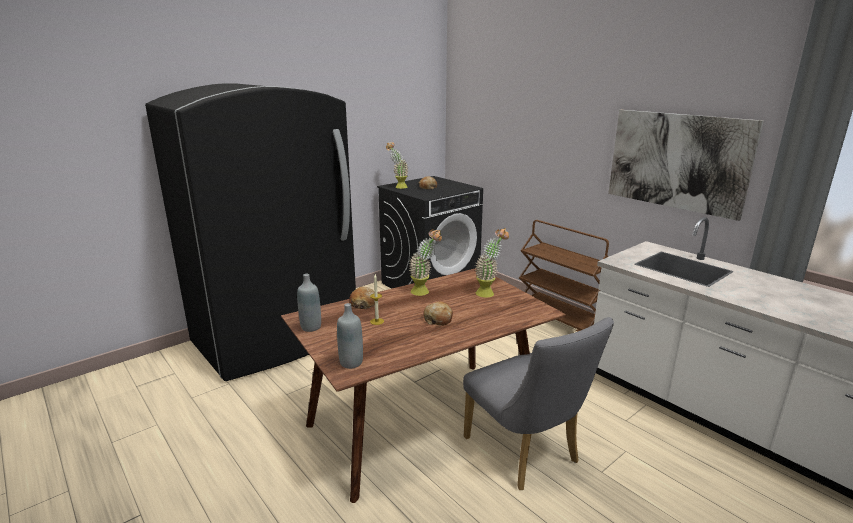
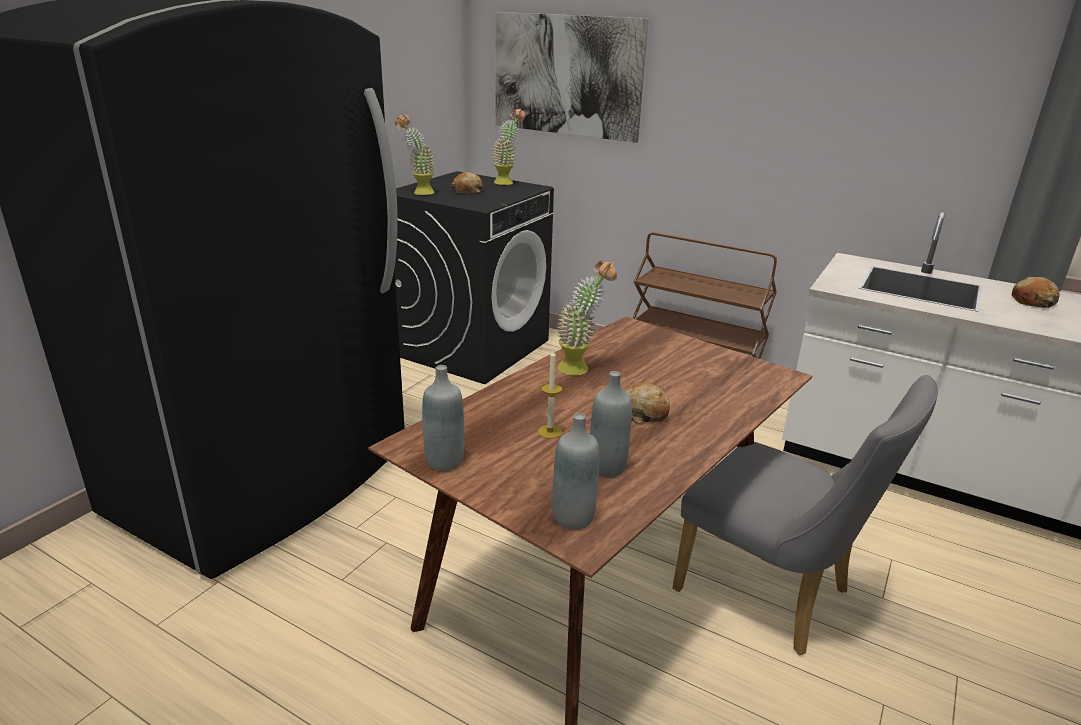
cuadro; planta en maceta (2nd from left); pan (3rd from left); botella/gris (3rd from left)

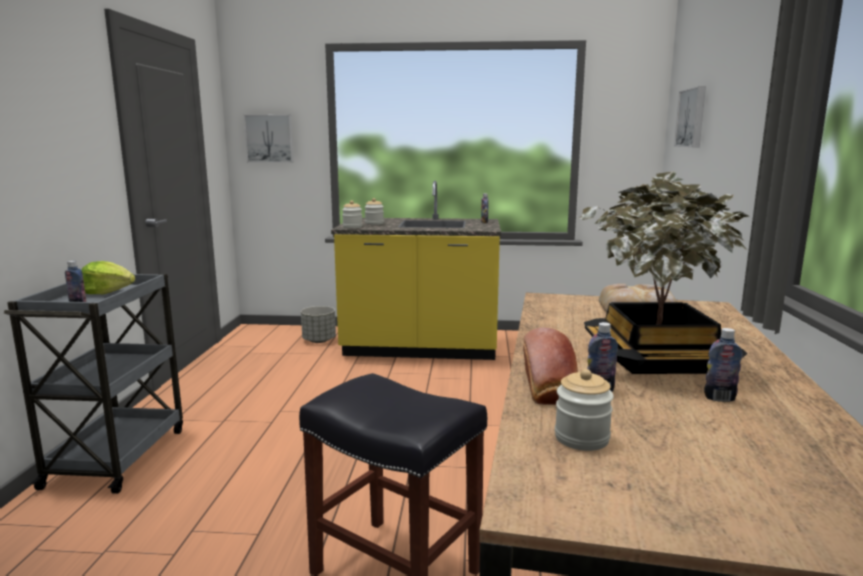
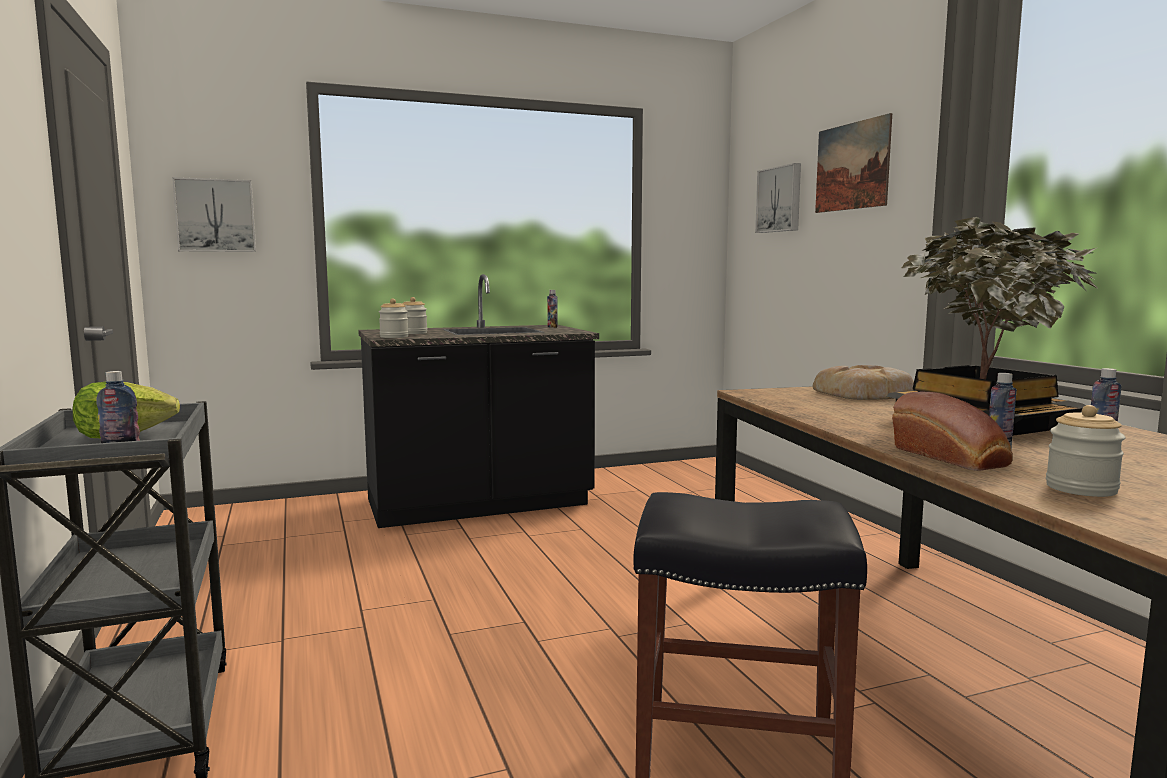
mueble bajo de cocina/negro; maceta/gris; cuadro (3rd from left)

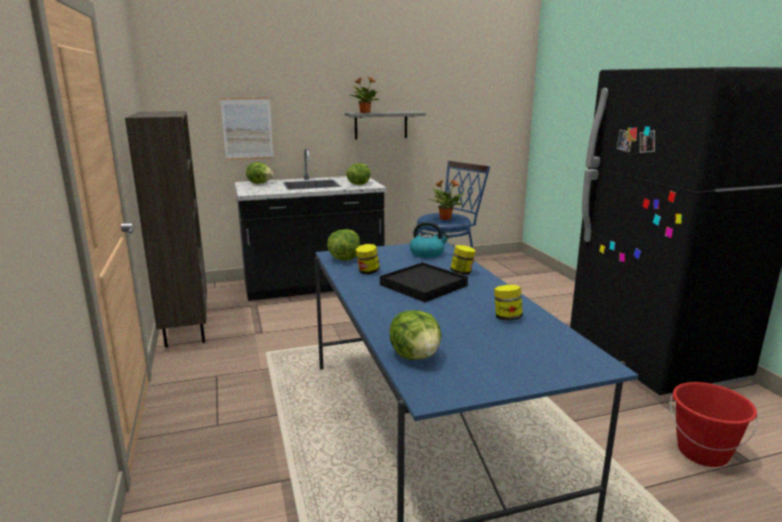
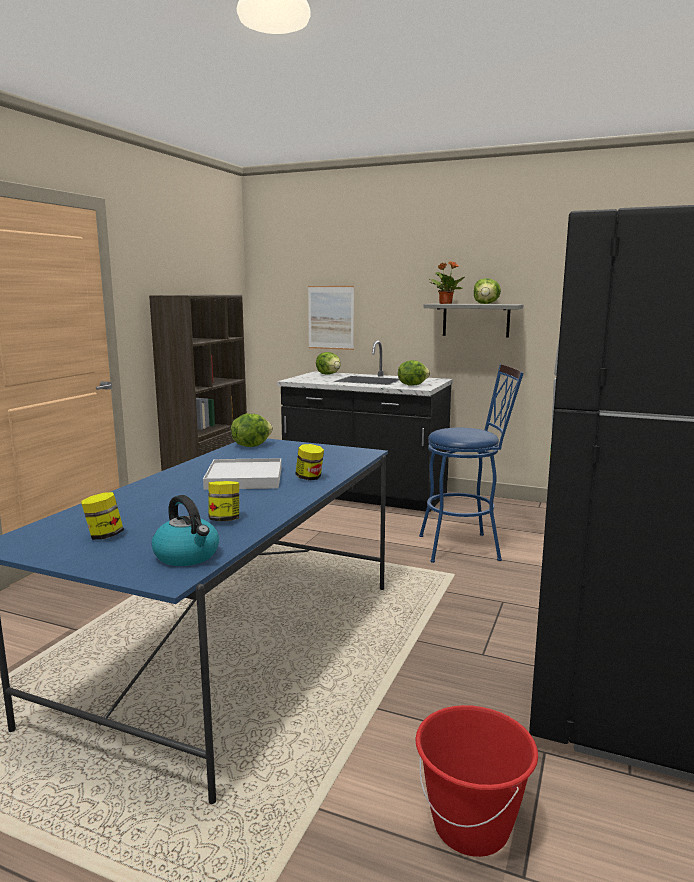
planta en maceta (2nd from left in the first image); hervidor; tarro (1st from left); bandeja/blanco; lechuga (4th from left)

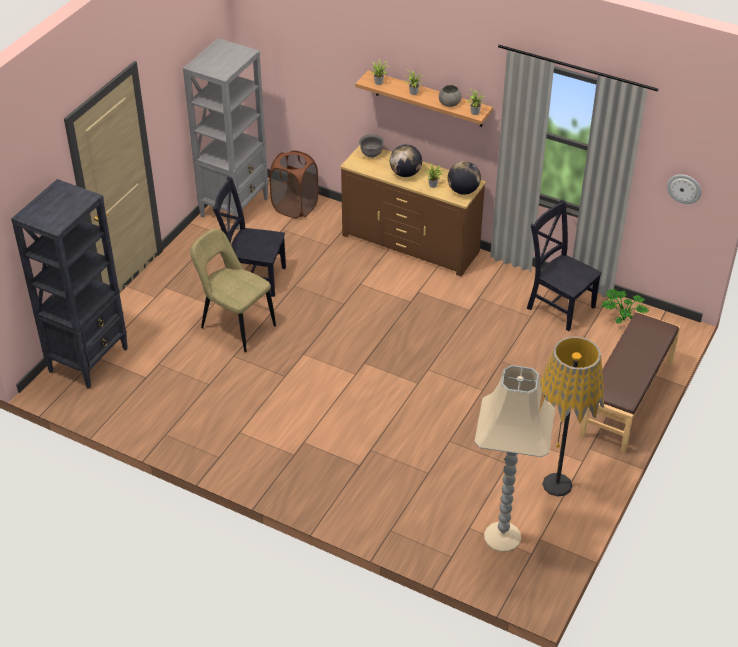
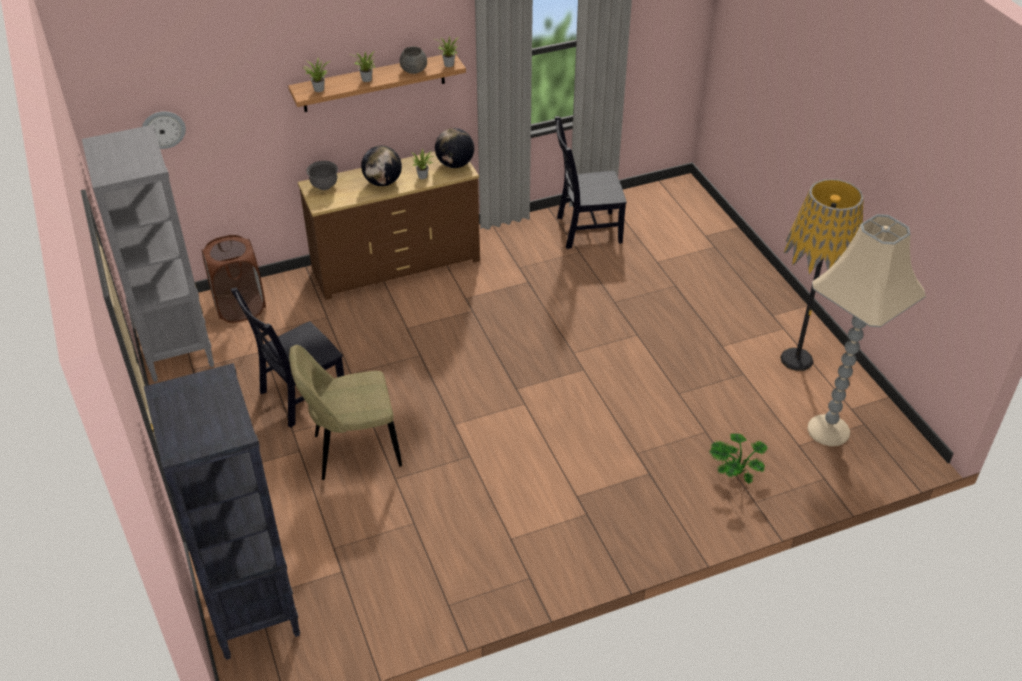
reloj de pared; planta en maceta (5th from left); banco/marrón

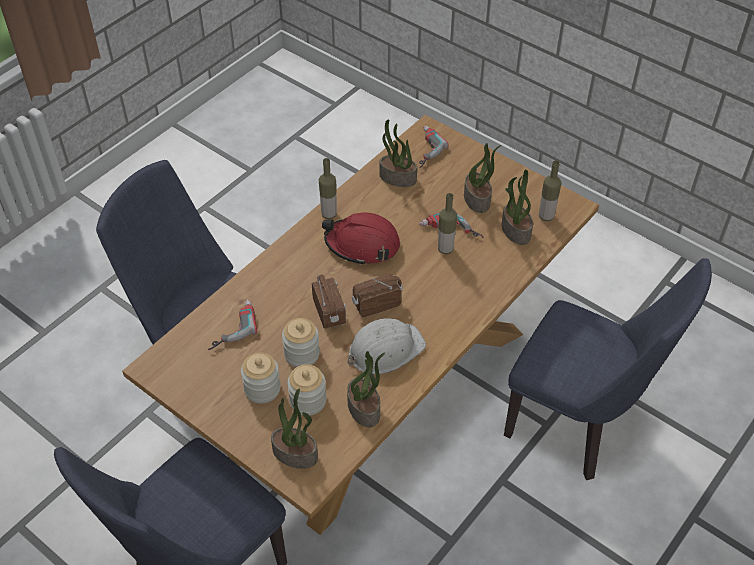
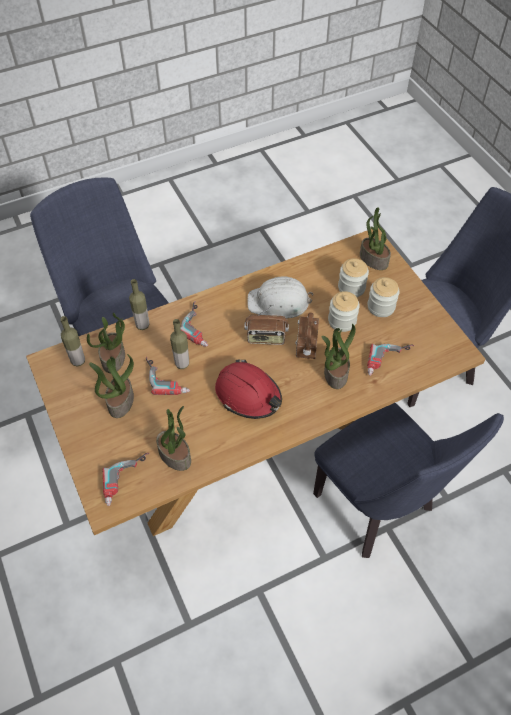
botella (2nd from left); planta en maceta (4th from left); taladro (3rd from left)

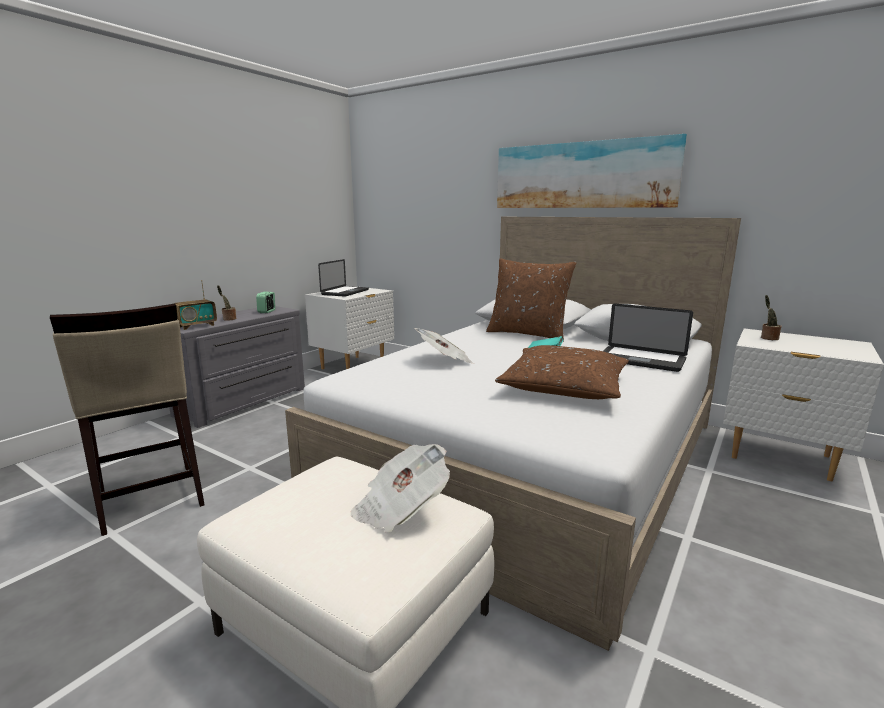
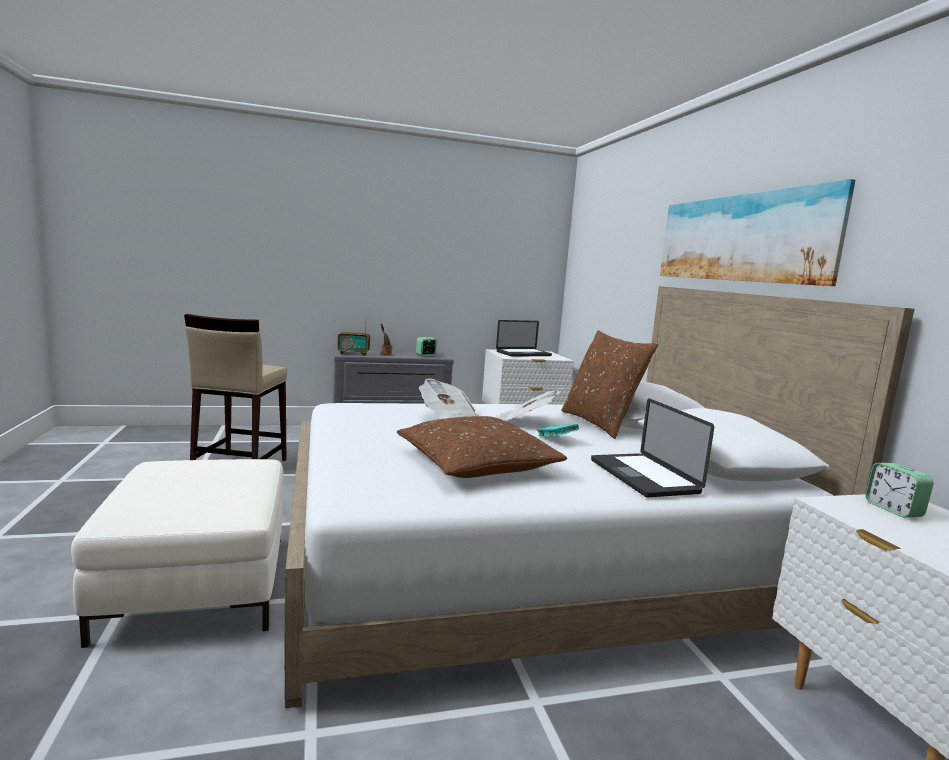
despertador (2nd from left); periódico (2nd from left)

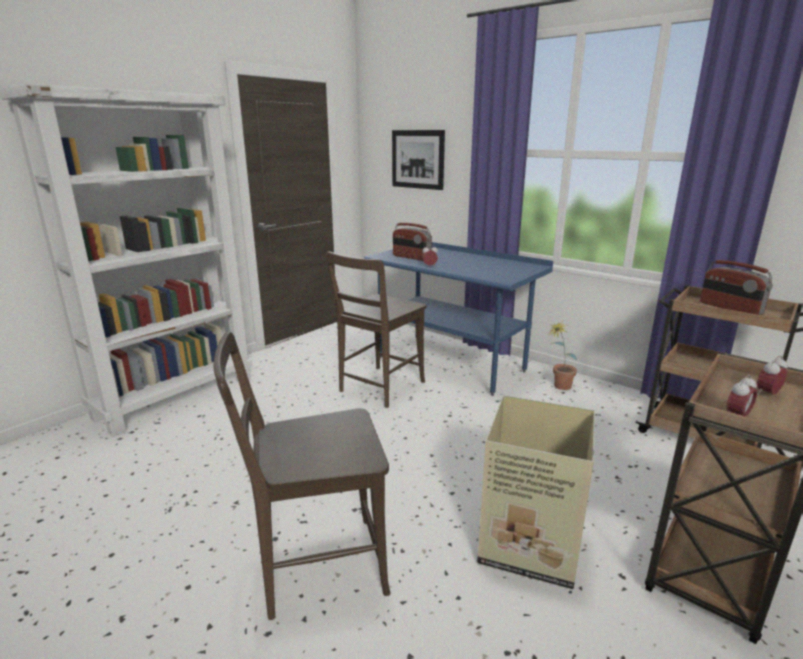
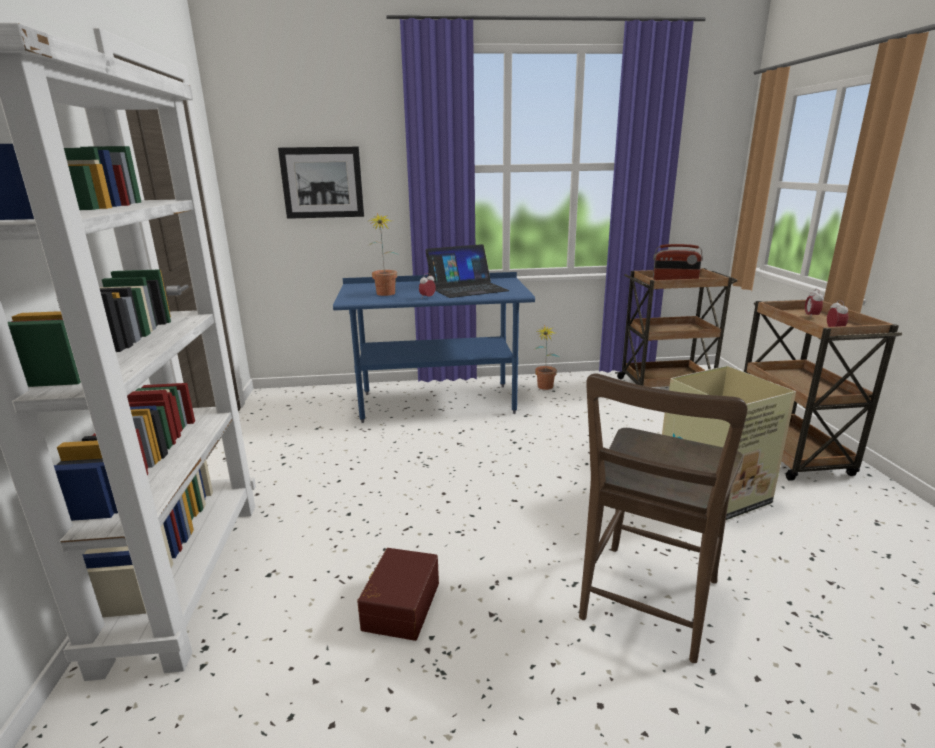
planta en maceta (1st from left); silla/marrón (2nd from left in the first image); portátil; caja de almacenaje/marrón

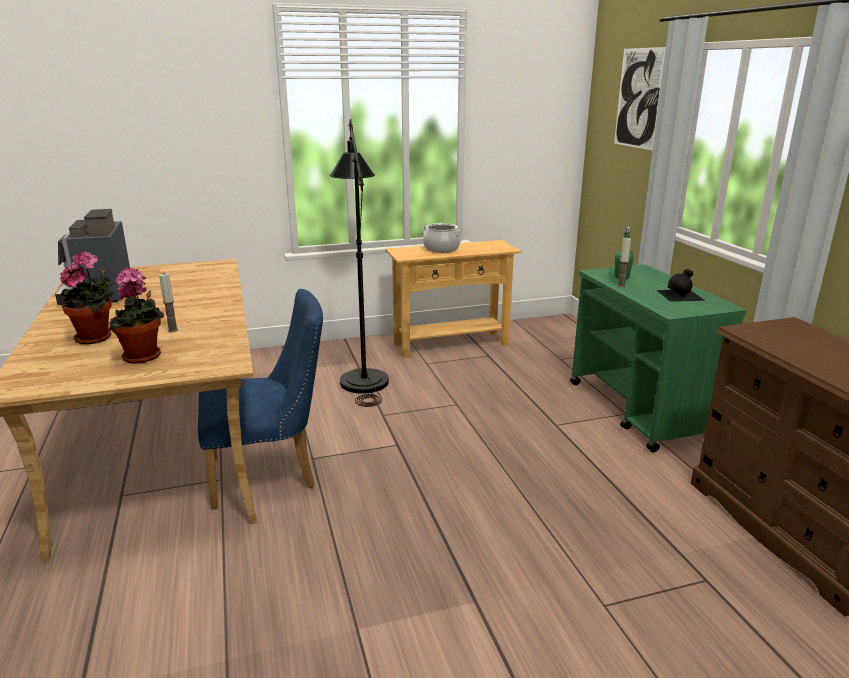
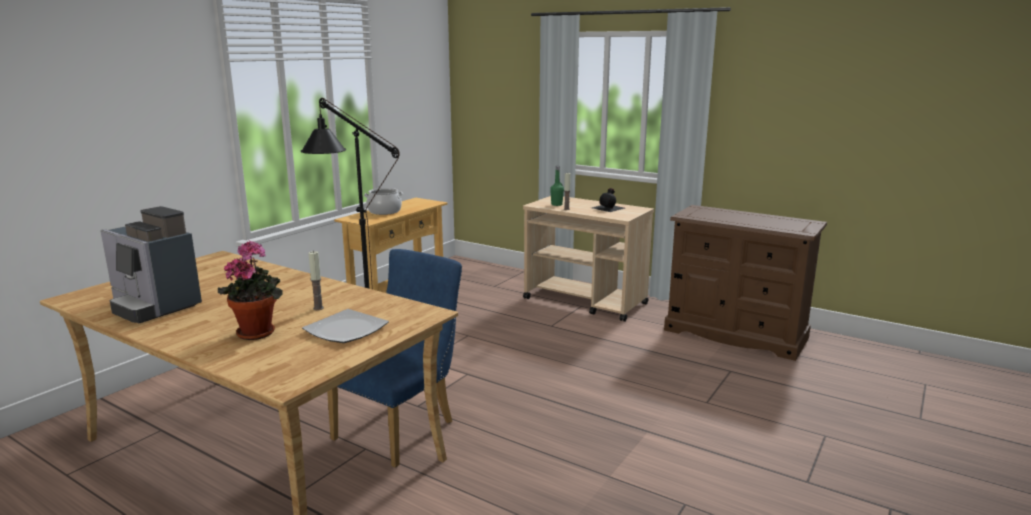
cuadro; carrito/beis; plato

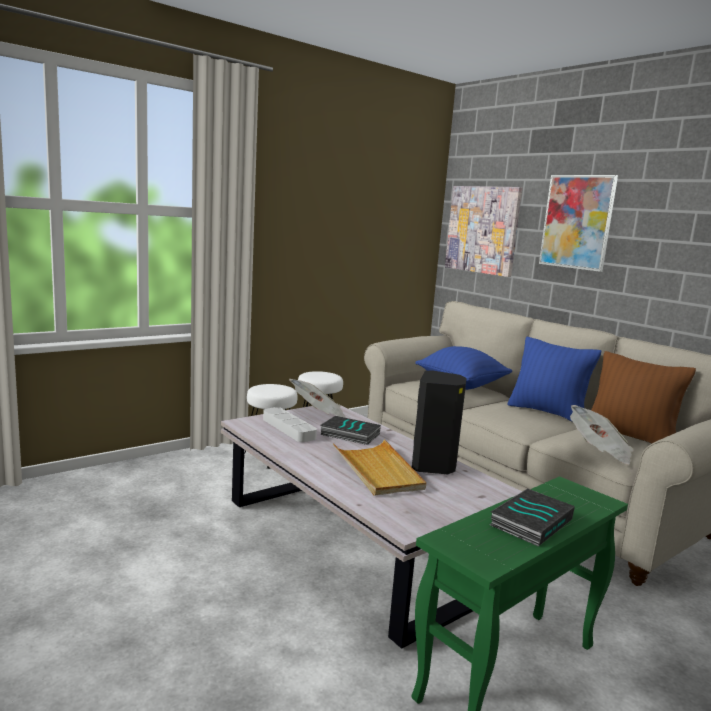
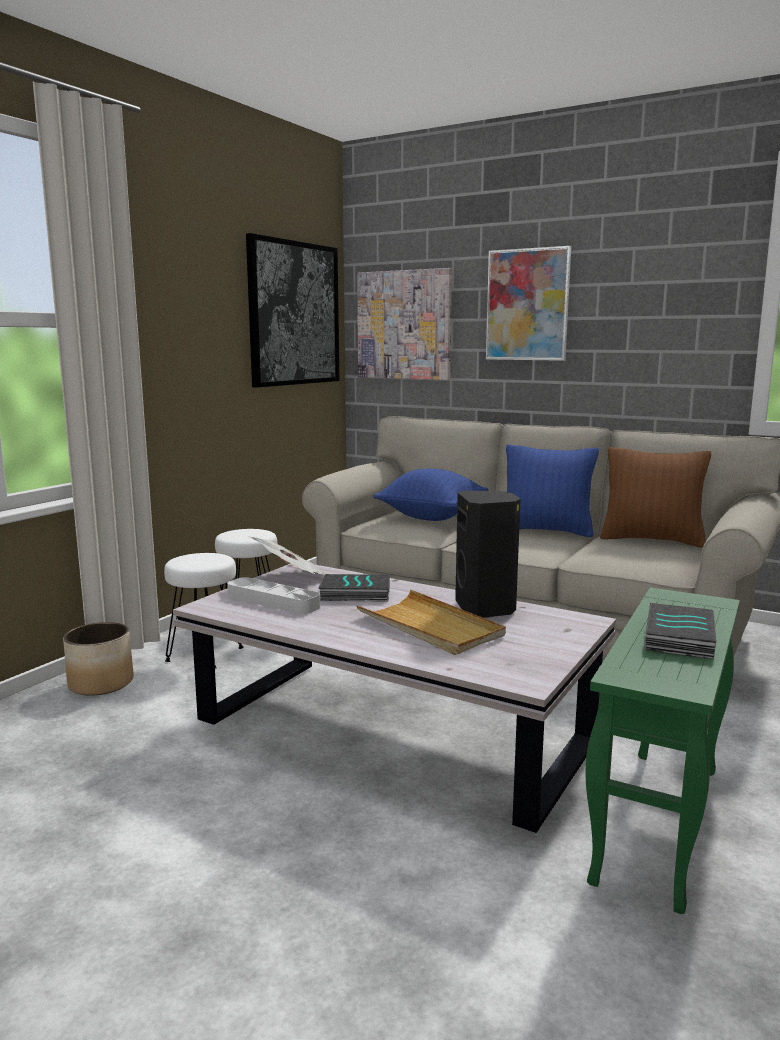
periódico (2nd from left in the first image); cuadro (1st from left); maceta

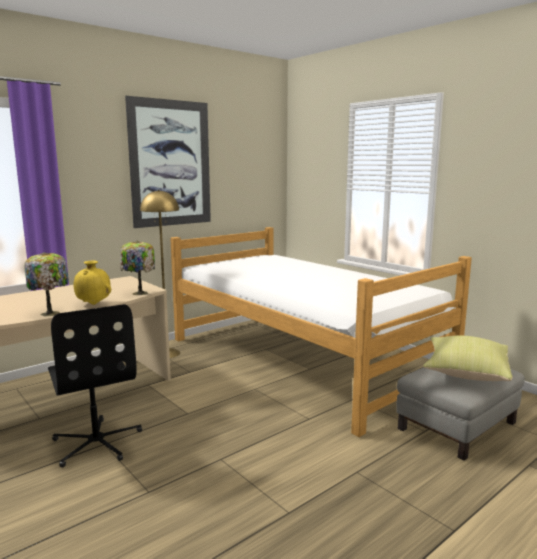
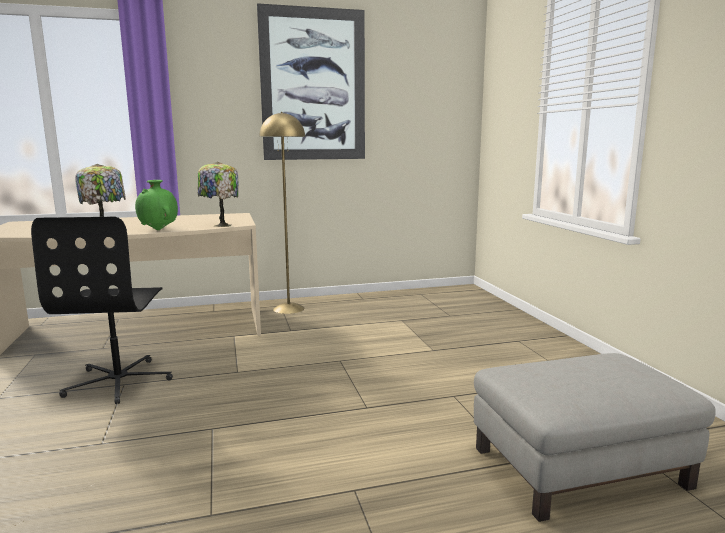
cama; florero/verde; cojín/amarillo

